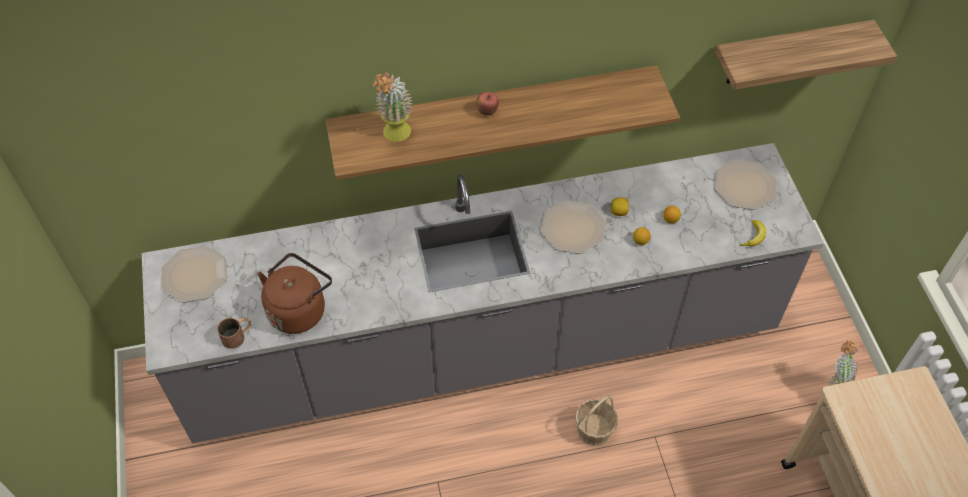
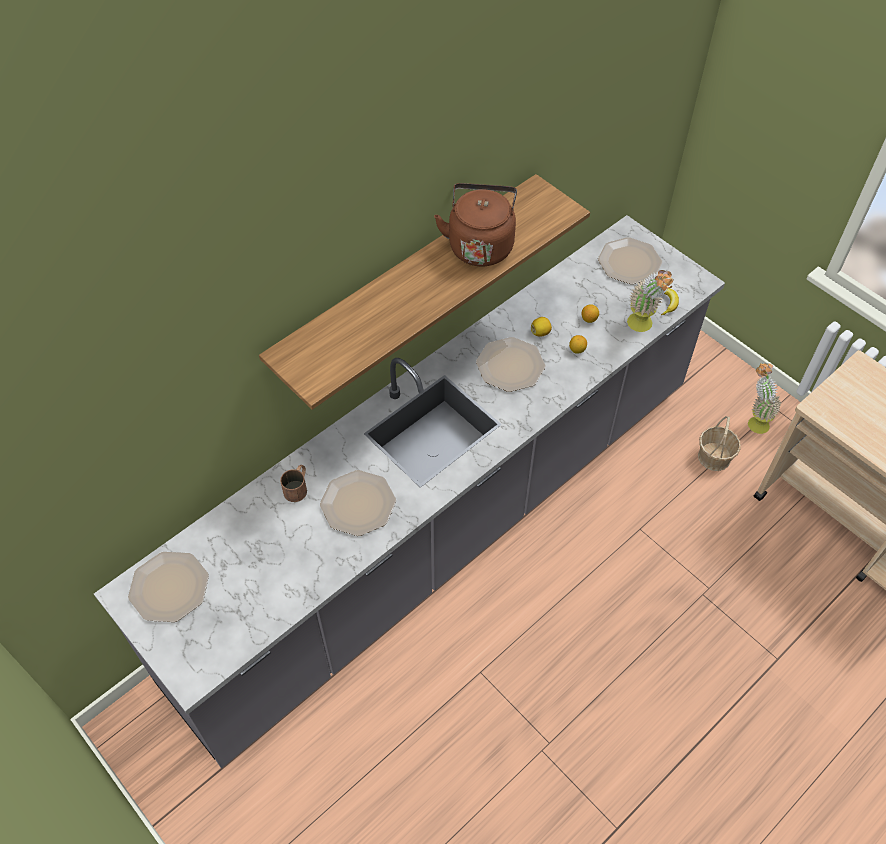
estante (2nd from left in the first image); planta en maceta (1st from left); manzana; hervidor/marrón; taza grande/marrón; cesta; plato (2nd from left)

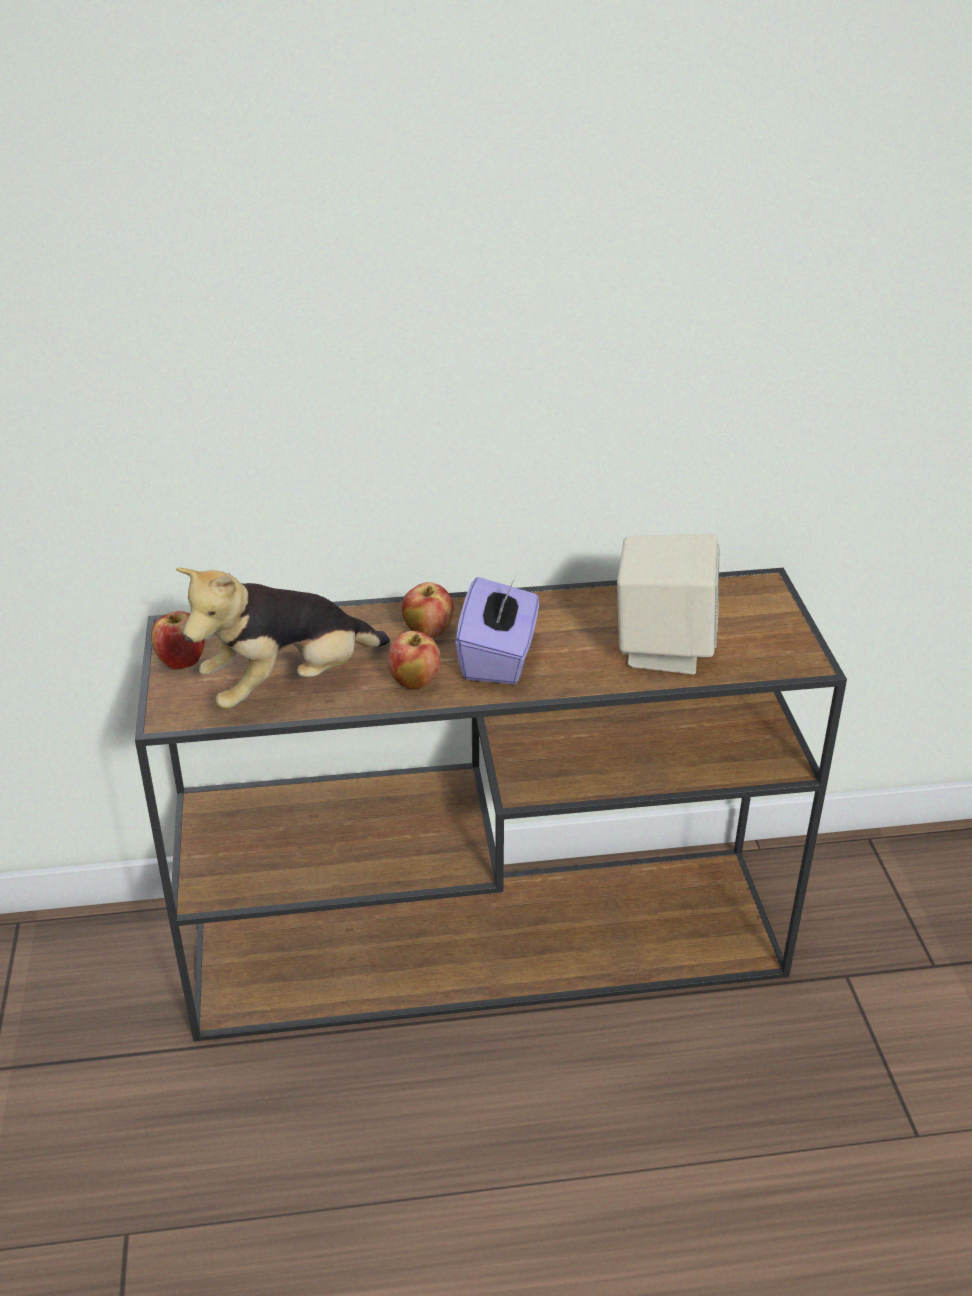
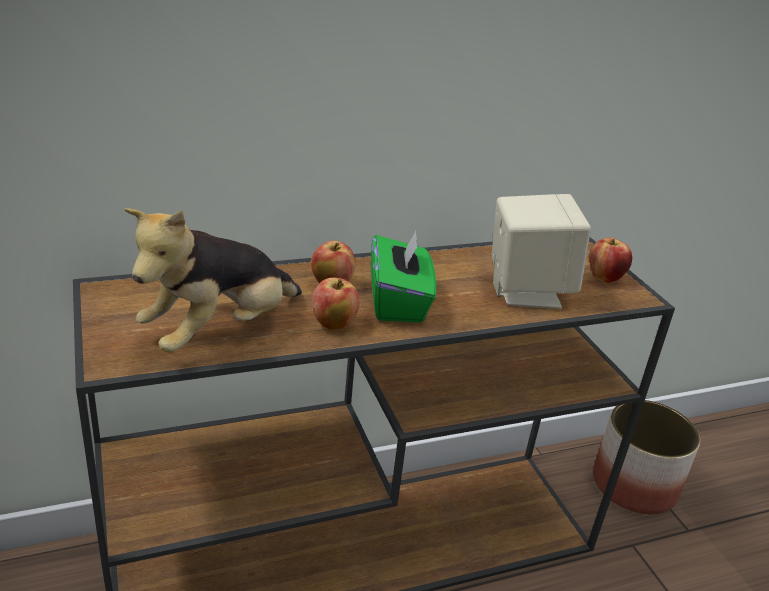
caja de pañuelos/verde; manzana (3rd from left); maceta

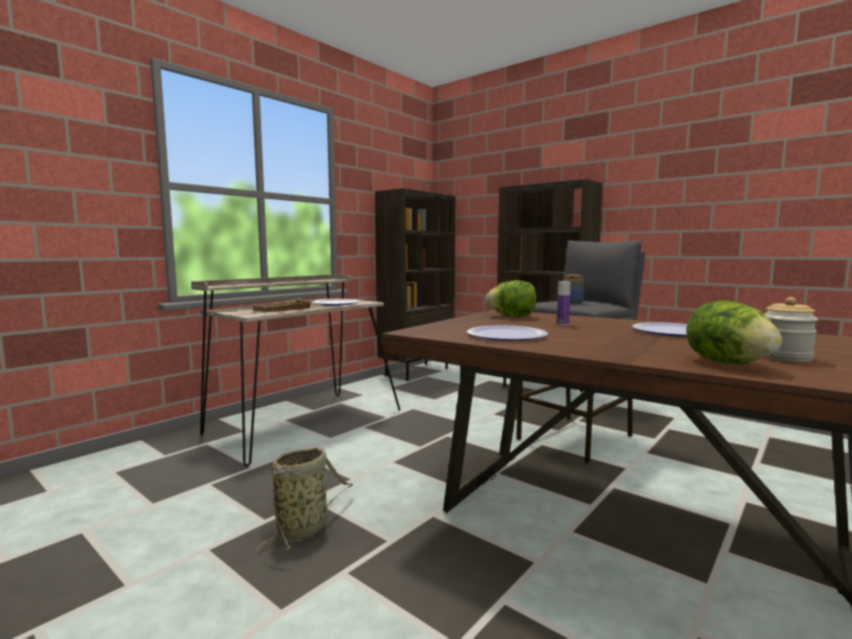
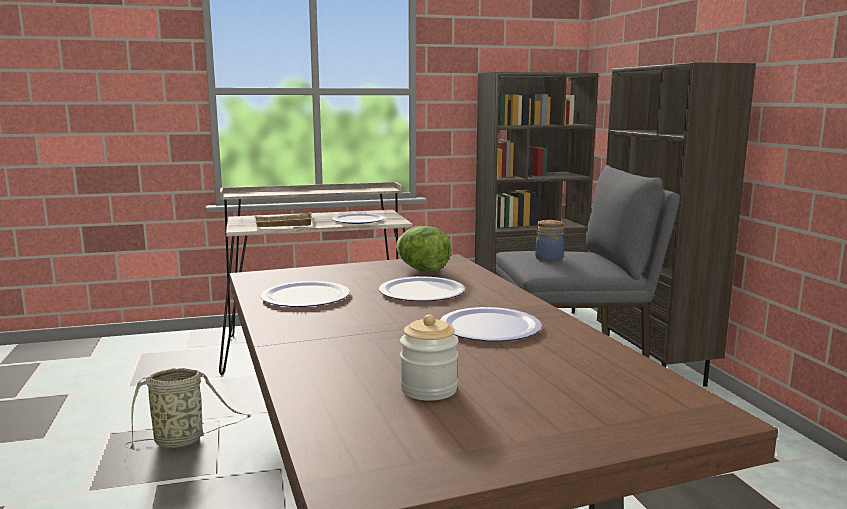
plato (3rd from left); lechuga (2nd from left in the first image)

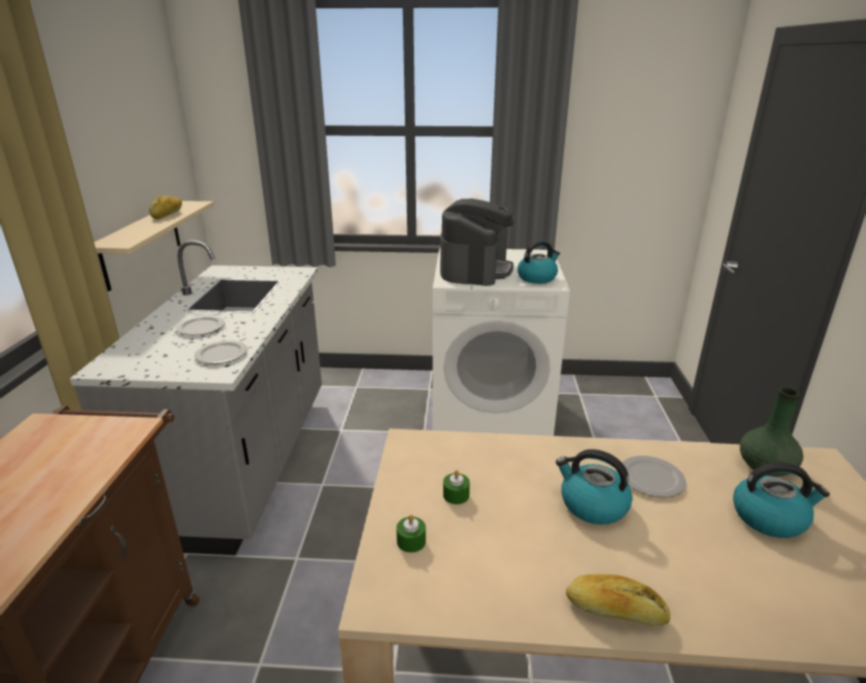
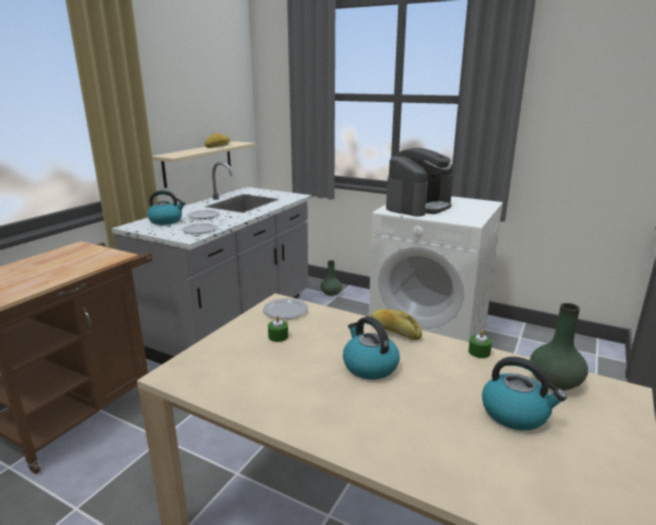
hervidor (1st from left); plato (3rd from left); vela/verde (2nd from left); pan (2nd from left); florero/verde (1st from left)

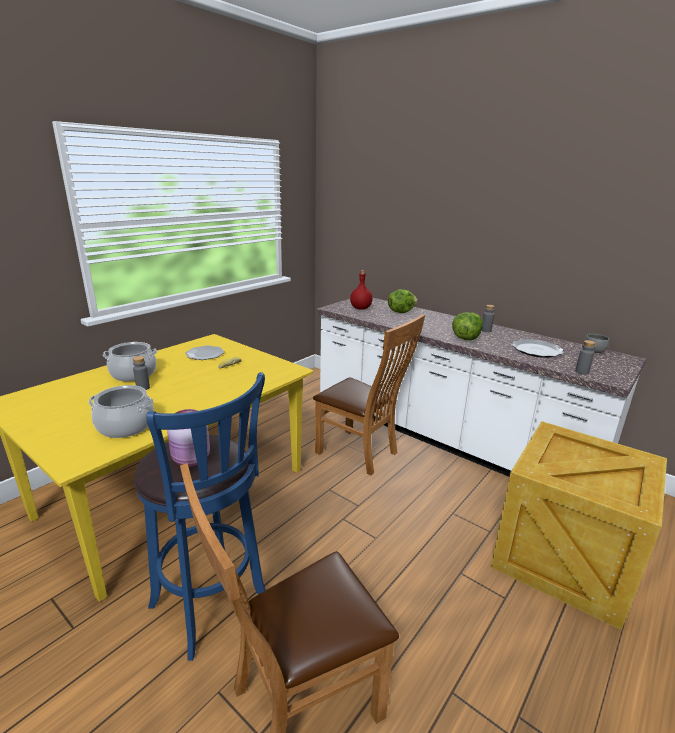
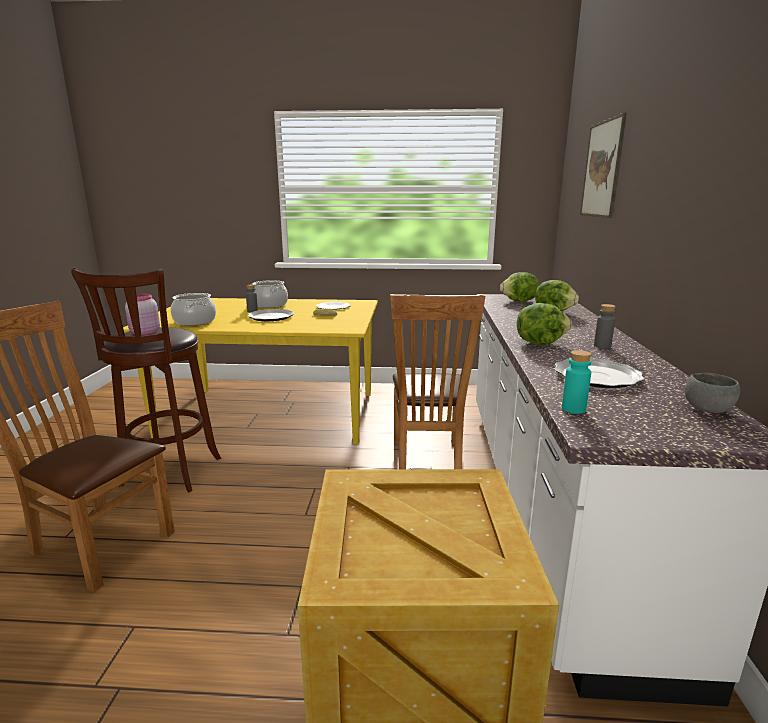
lechuga (1st from left); botella/turquesa; taburete/marrón; cuadro; plato (1st from left)

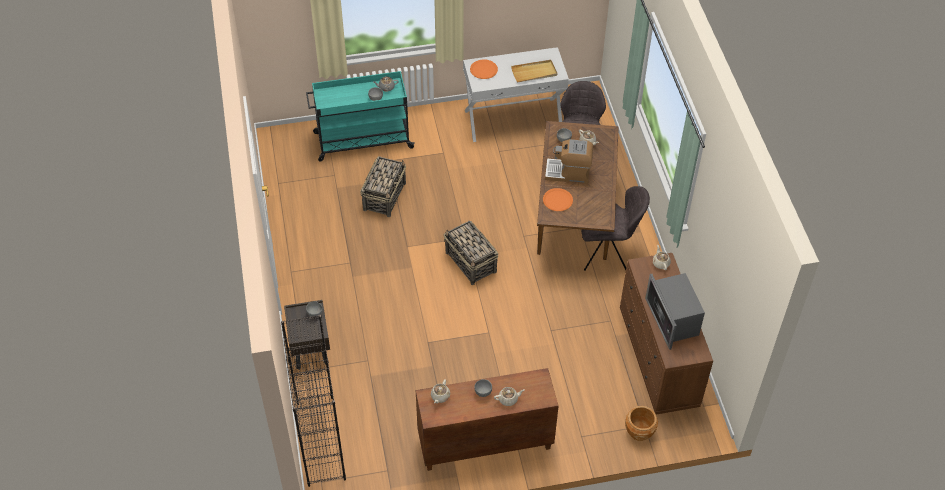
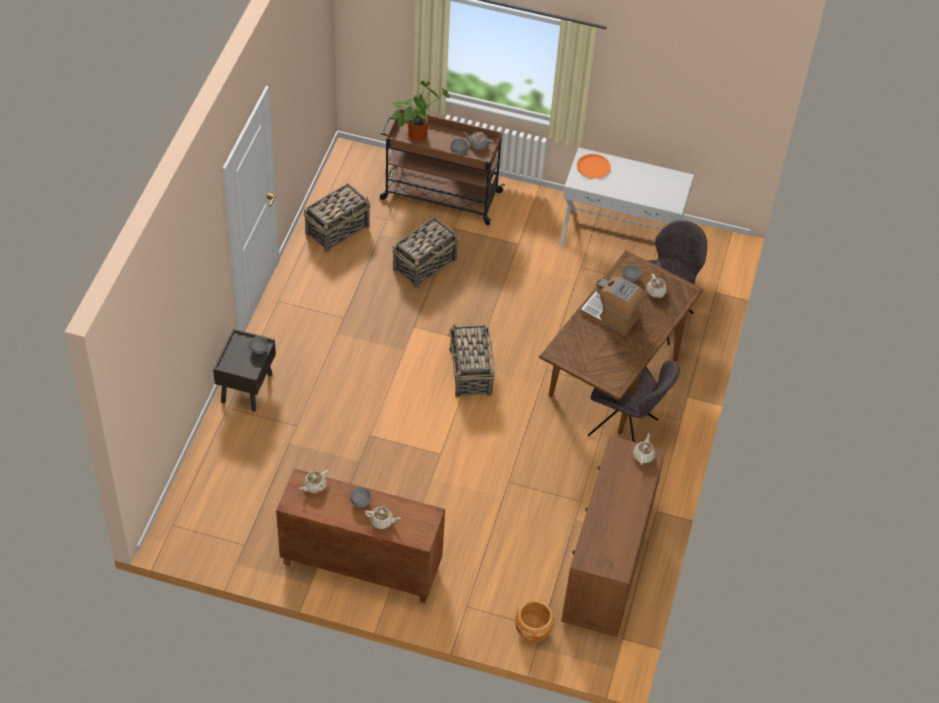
bandeja/beis; carrito/marrón; plato/naranja (2nd from left in the first image); microondas; estantería/negro; planta en maceta; cesta (1st from left)

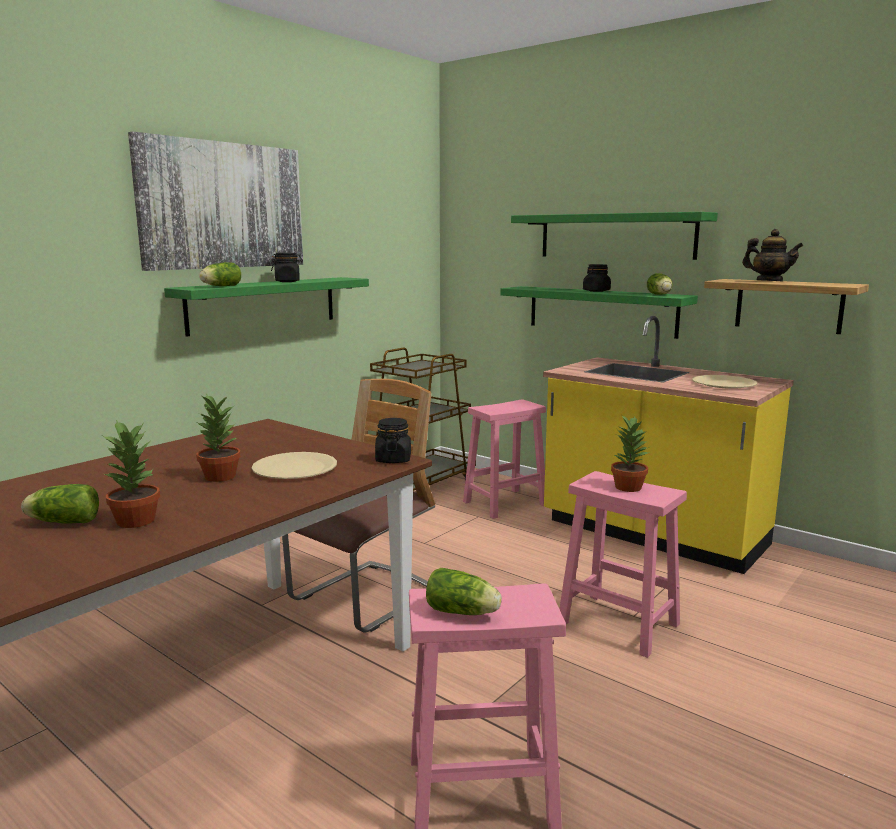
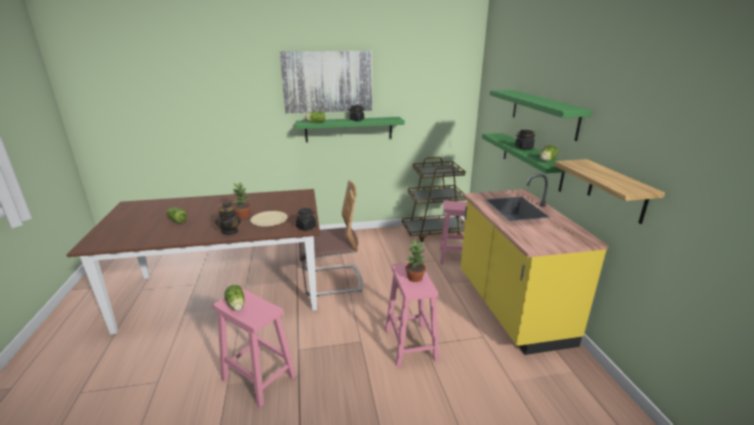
tetera; plato/beis (2nd from left in the first image); planta en maceta (1st from left in the first image)

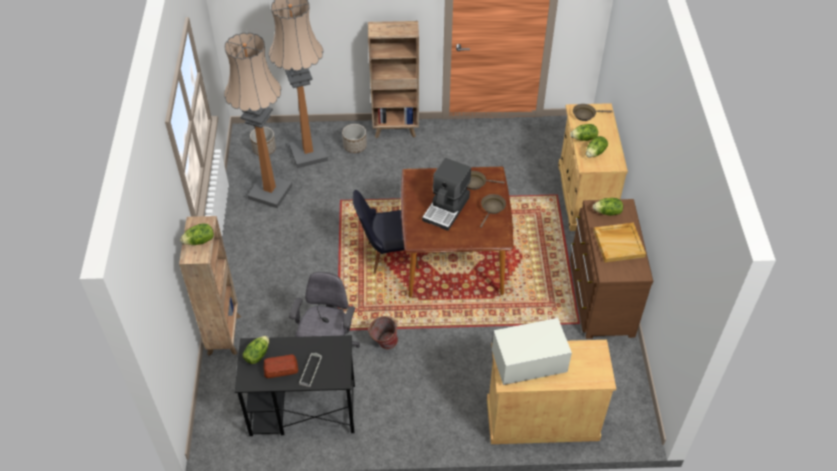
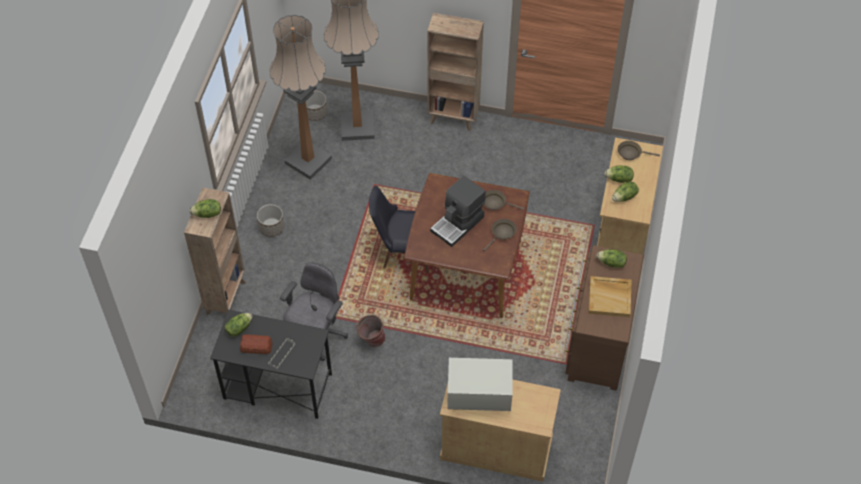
maceta (1st from left)

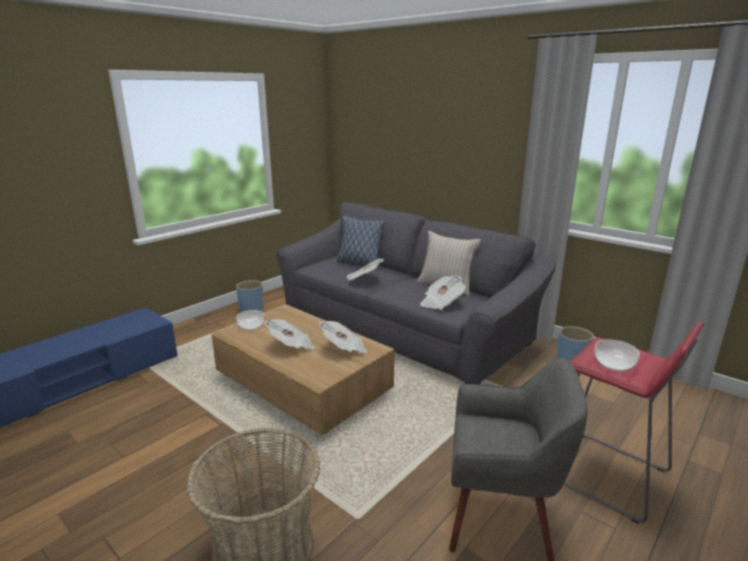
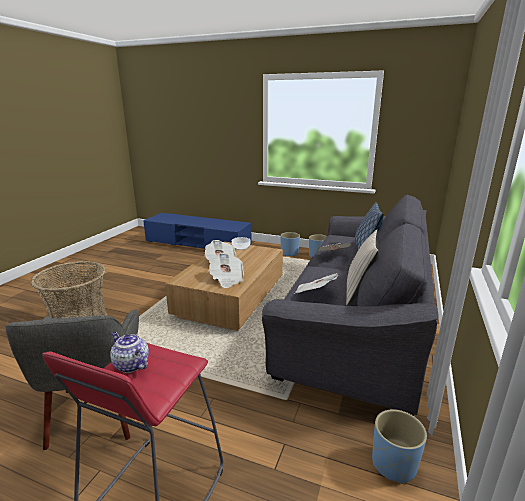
tetera; maceta/azul (1st from left)

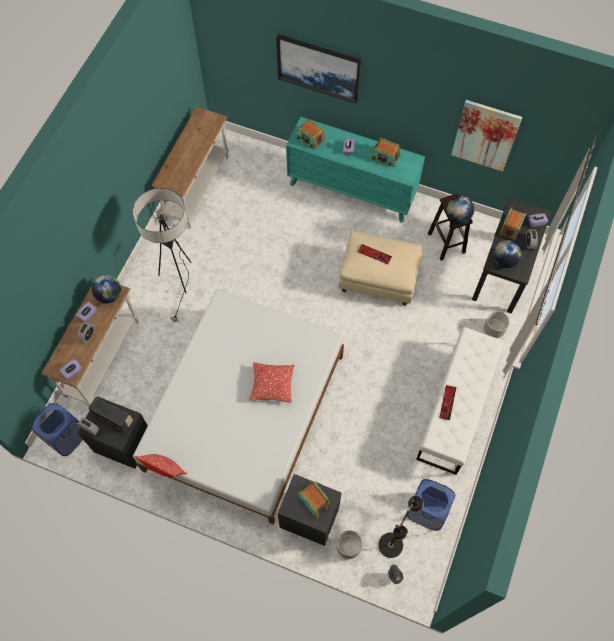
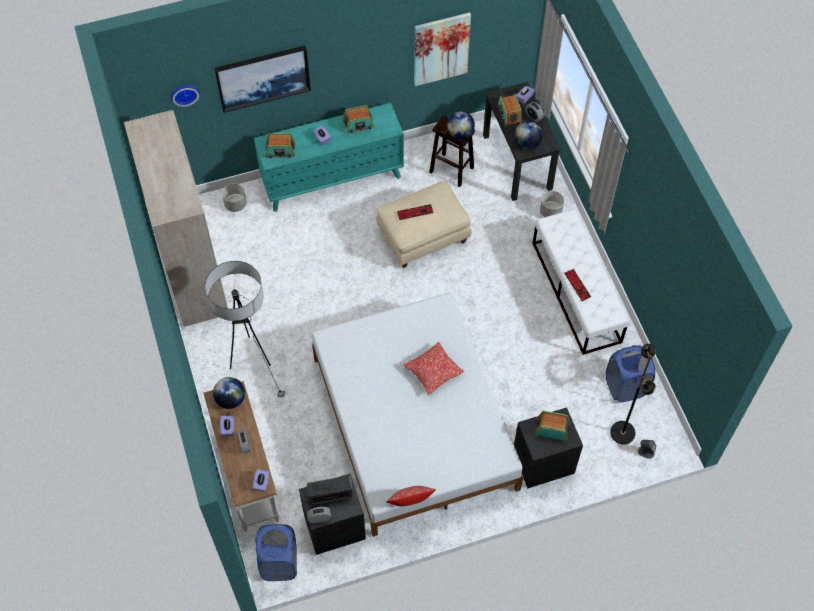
armario ropero/beis; maceta/gris (1st from left); reloj de pared

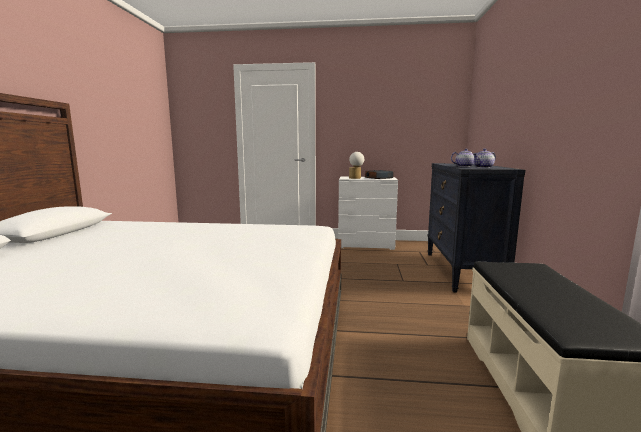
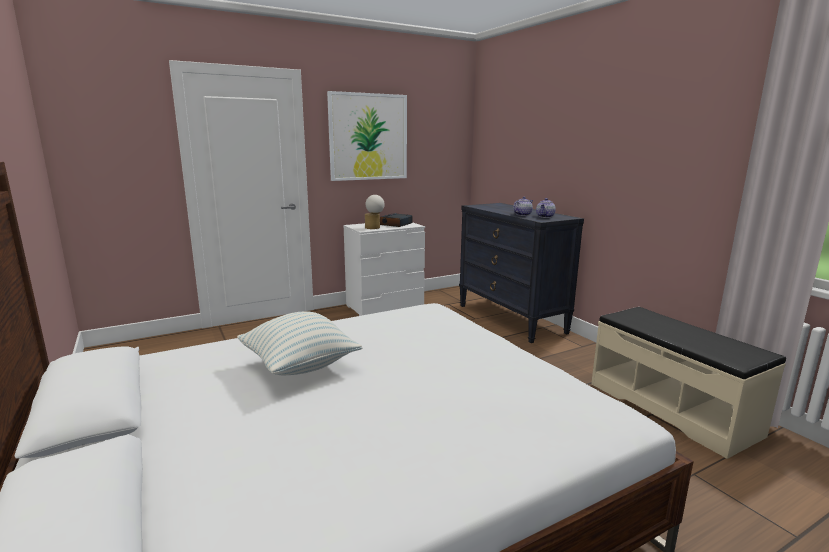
cuadro; cojín

